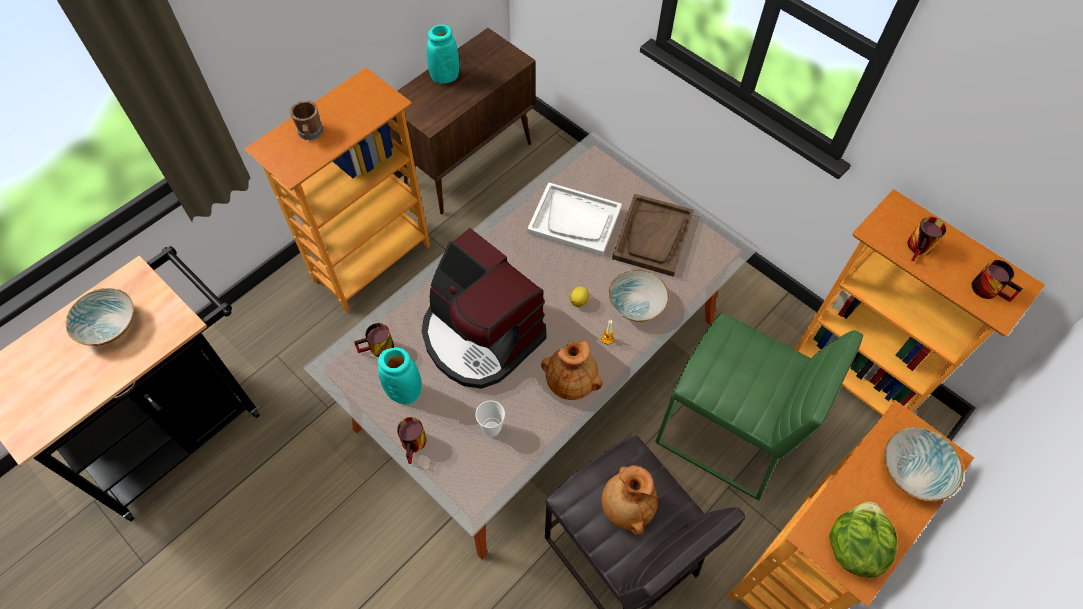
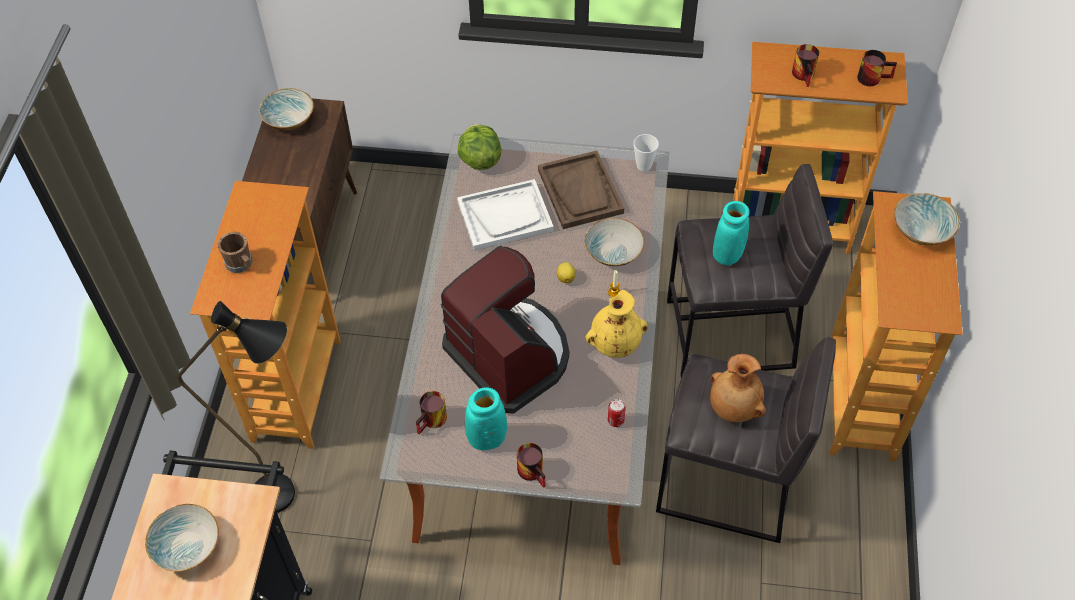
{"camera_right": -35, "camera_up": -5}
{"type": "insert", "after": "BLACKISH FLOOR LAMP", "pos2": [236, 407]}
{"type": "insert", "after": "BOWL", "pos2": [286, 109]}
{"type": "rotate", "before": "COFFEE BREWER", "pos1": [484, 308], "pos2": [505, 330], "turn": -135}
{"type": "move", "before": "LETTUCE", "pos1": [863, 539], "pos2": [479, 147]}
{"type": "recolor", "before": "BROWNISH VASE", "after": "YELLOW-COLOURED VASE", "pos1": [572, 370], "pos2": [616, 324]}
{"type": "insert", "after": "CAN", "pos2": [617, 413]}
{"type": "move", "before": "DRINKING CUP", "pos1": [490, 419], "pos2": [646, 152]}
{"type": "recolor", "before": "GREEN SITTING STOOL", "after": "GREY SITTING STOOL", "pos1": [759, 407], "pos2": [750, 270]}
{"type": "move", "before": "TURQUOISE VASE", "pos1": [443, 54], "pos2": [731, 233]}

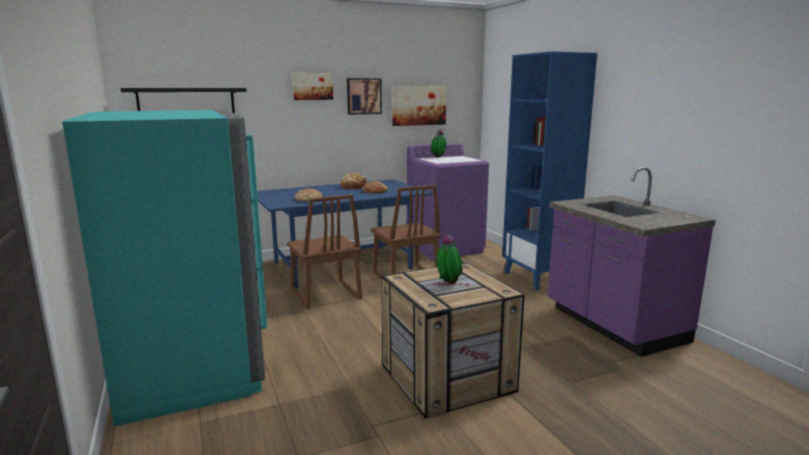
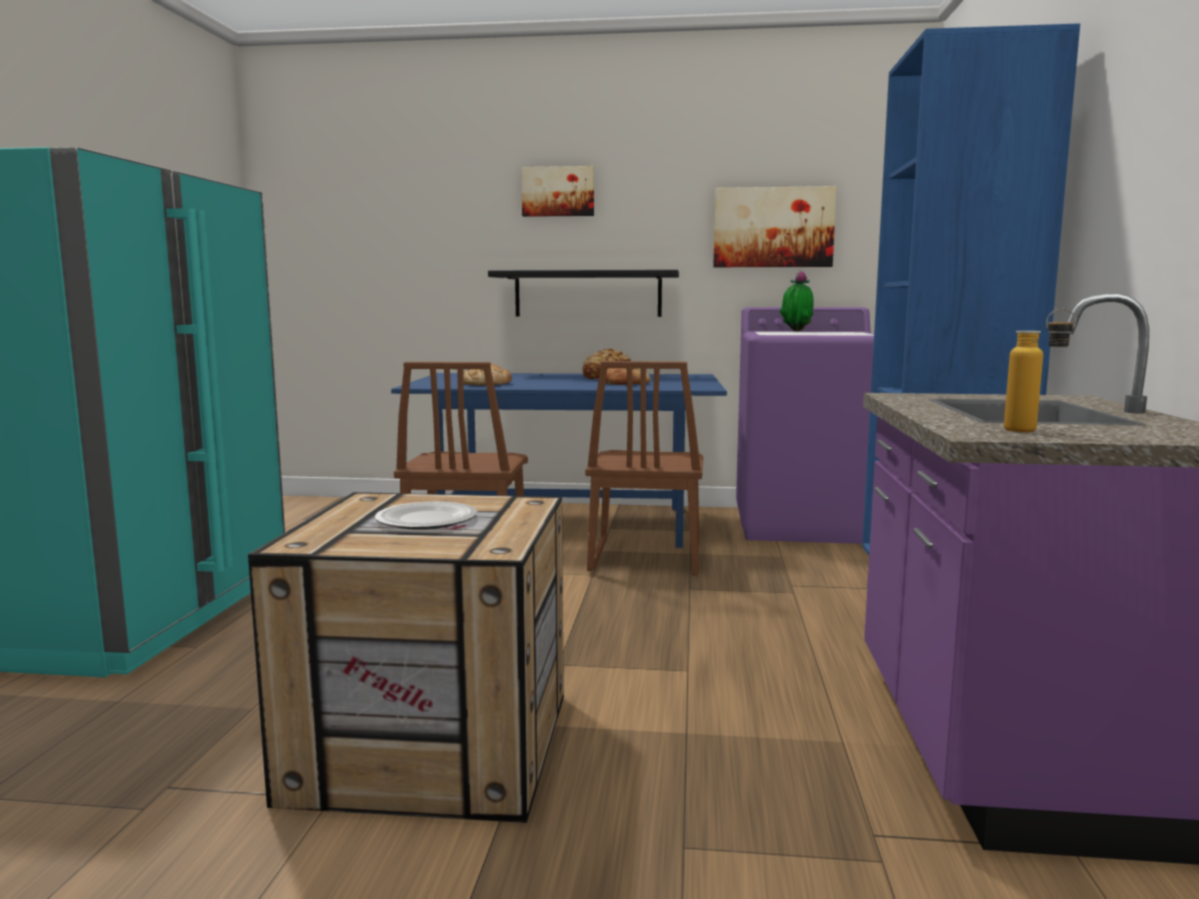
{"camera_right": 30, "camera_up": -5}
{"type": "replace", "before": "POTTED PLANT", "after": "DINNER PLATE", "pos1": [450, 259], "pos2": [426, 515]}
{"type": "move", "before": "BLACKISH WALL SHELF", "pos1": [183, 101], "pos2": [583, 293]}
{"type": "insert", "after": "BEVERAGE BOTTLE", "pos2": [1040, 370]}
{"type": "delete", "before": "PICTURE", "pos1": [364, 96]}

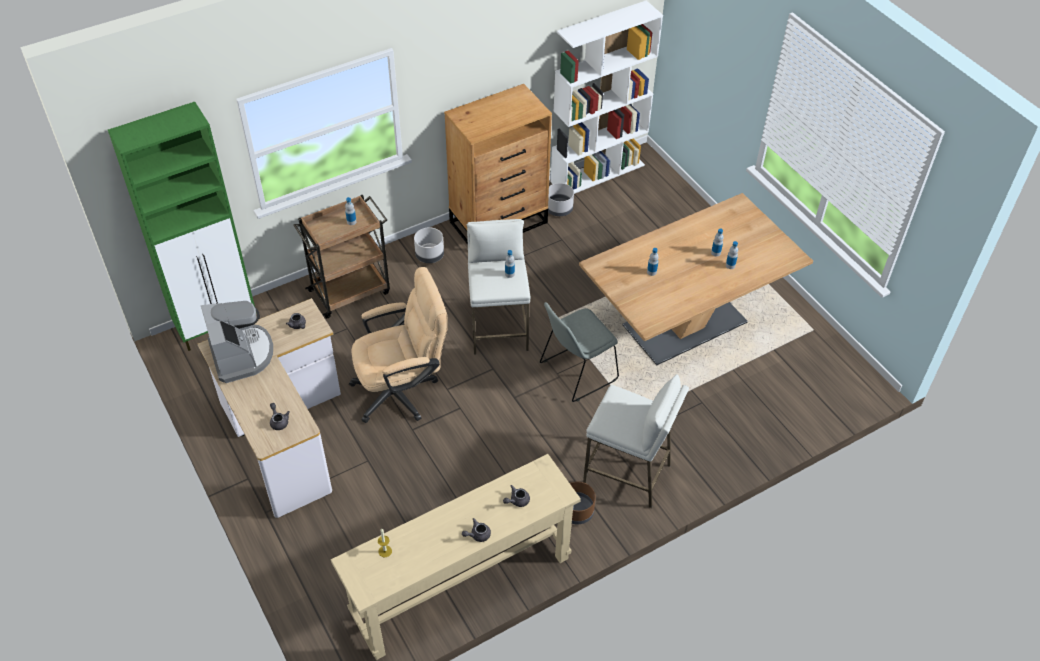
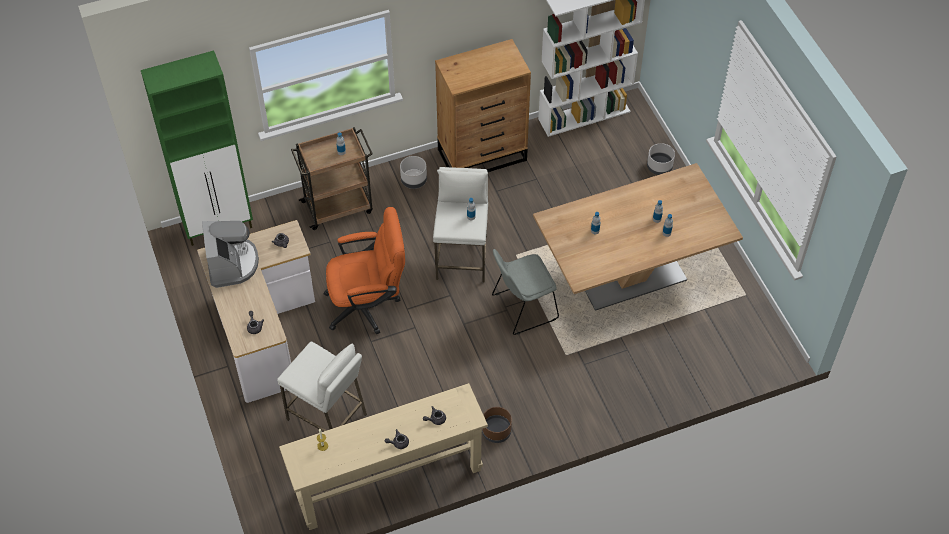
{"camera_right": 10, "camera_up": 5}
{"type": "move", "before": "WHITISH SITTING STOOL", "pos1": [636, 441], "pos2": [322, 387]}
{"type": "recolor", "before": "SAND-COLOURED COMPUTER CHAIR", "after": "ORANGE-COLOURED COMPUTER CHAIR", "pos1": [398, 345], "pos2": [364, 270]}
{"type": "move", "before": "GREY PLANTER", "pos1": [561, 199], "pos2": [661, 159]}

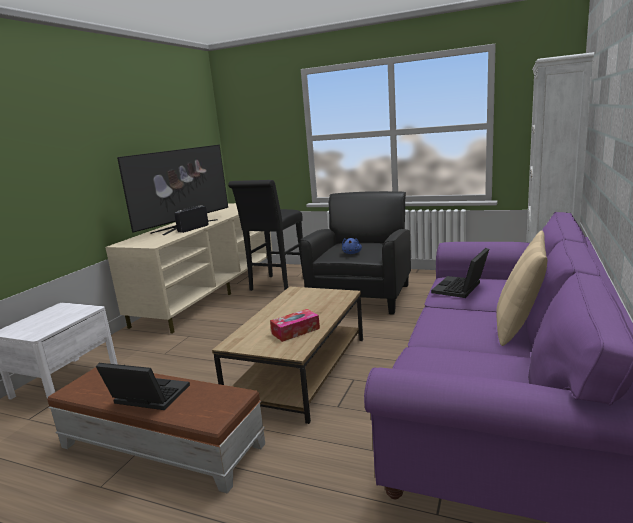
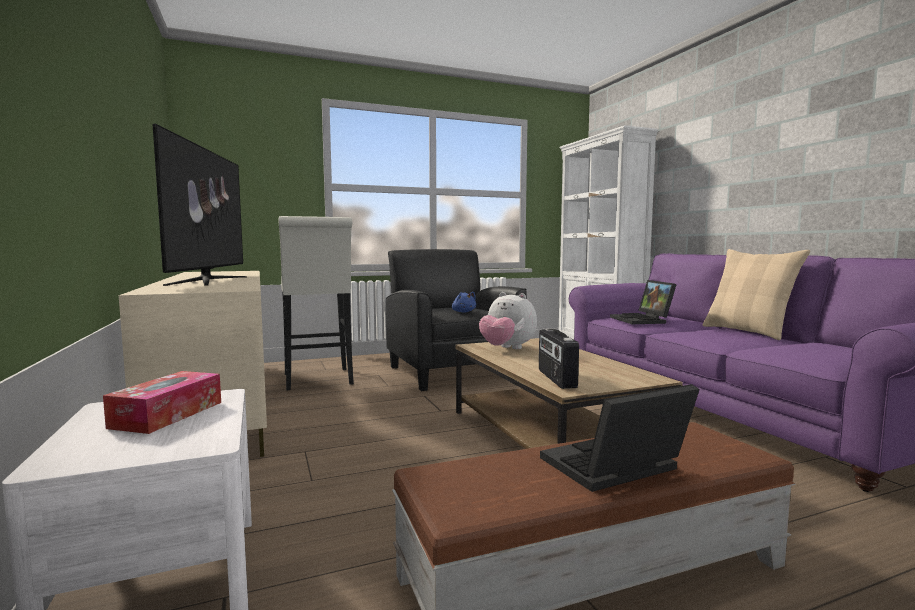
{"camera_right": -45, "camera_up": -10}
{"type": "move", "before": "TISSUE HOLDER", "pos1": [295, 325], "pos2": [162, 402]}
{"type": "recolor", "before": "BLACKISH SITTING STOOL", "after": "WHITISH SITTING STOOL", "pos1": [266, 235], "pos2": [316, 303]}
{"type": "insert", "after": "CUDDLY TOY", "pos2": [508, 320]}
{"type": "move", "before": "RADIO", "pos1": [191, 219], "pos2": [559, 359]}

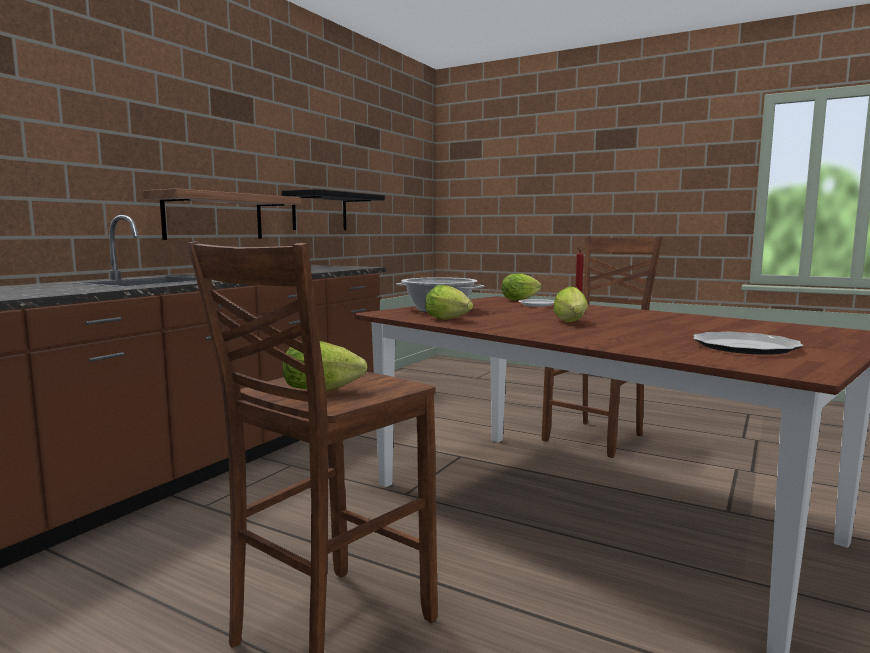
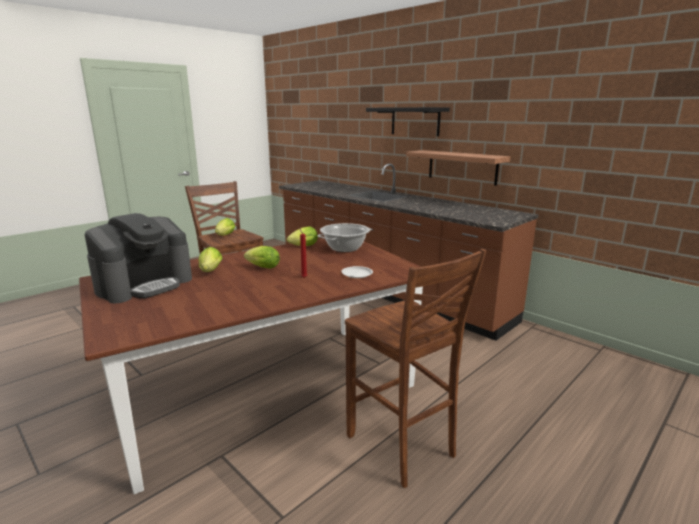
{"camera_right": 105, "camera_up": 10}
{"type": "replace", "before": "DINNER PLATE", "after": "COFFEE BREWER", "pos1": [748, 343], "pos2": [138, 258]}
{"type": "move", "before": "LETTUCE", "pos1": [521, 286], "pos2": [210, 259]}
{"type": "move", "before": "BLACKISH WALL SHELF", "pos1": [333, 209], "pos2": [408, 121]}

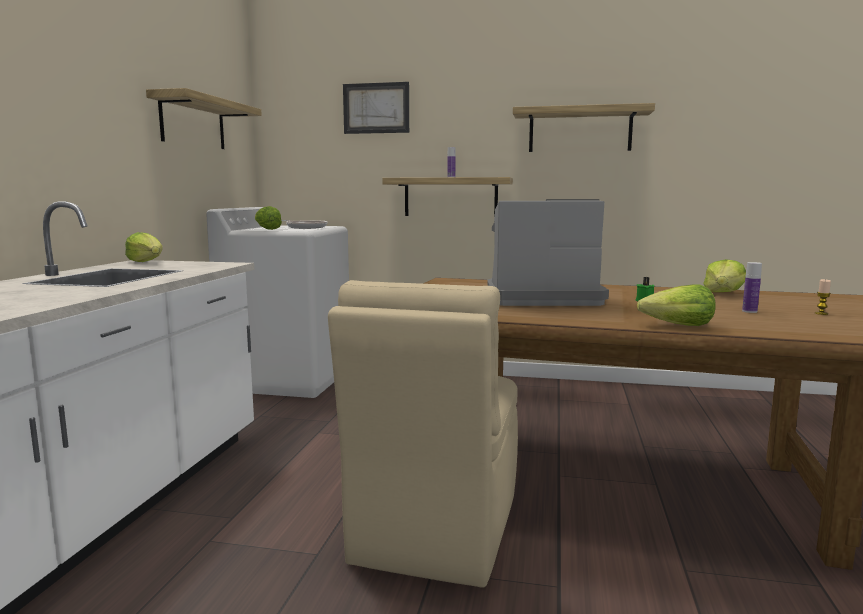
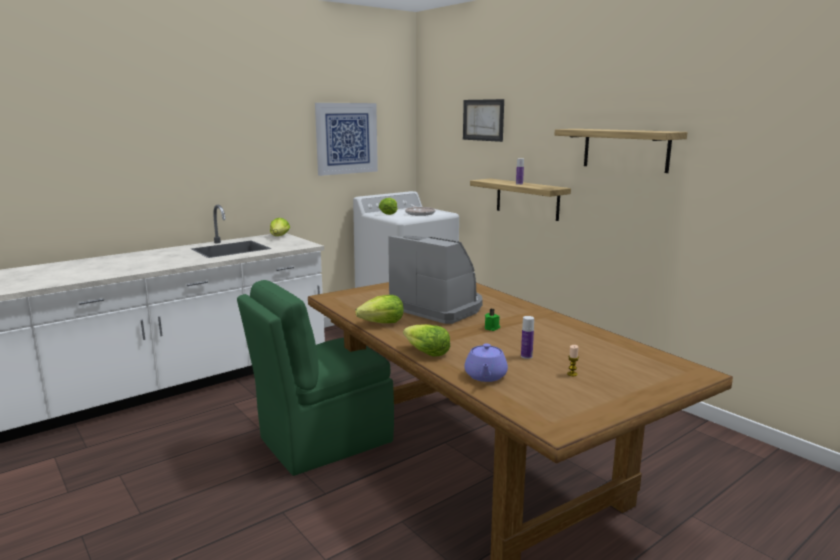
{"camera_right": 40, "camera_up": 5}
{"type": "recolor", "before": "SAND-COLOURED PLAIN CHAIR", "after": "GREEN PLAIN CHAIR", "pos1": [423, 434], "pos2": [315, 378]}
{"type": "replace", "before": "WALL SHELF", "after": "PICTURE", "pos1": [204, 118], "pos2": [346, 139]}
{"type": "move", "before": "LETTUCE", "pos1": [724, 275], "pos2": [379, 309]}
{"type": "insert", "after": "PURPLE POT FOR TEA", "pos2": [486, 362]}

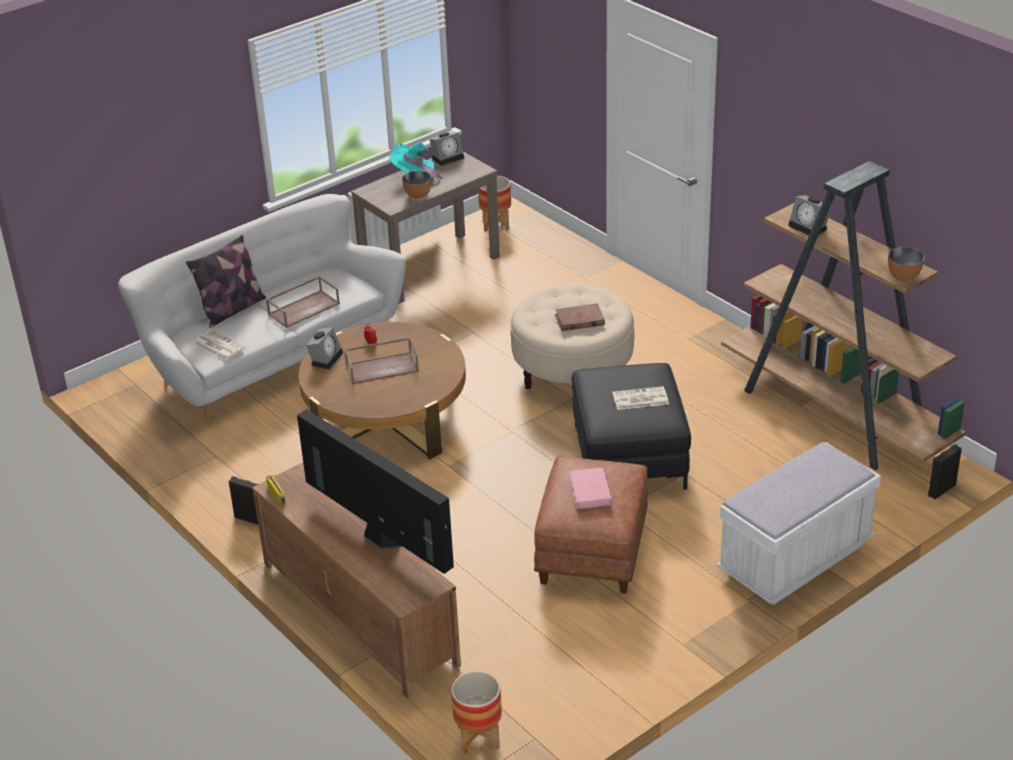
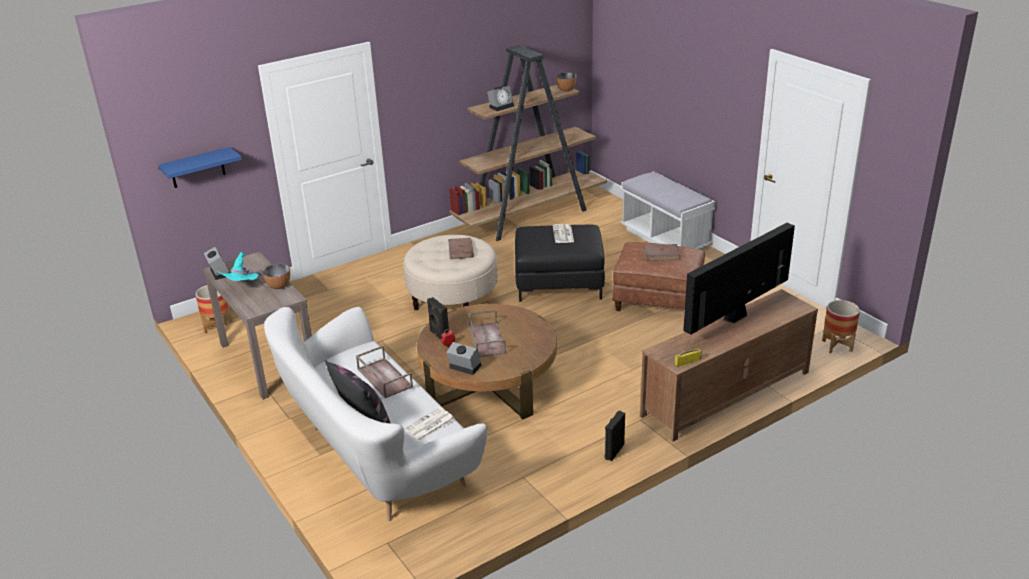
{"camera_right": -85, "camera_up": -5}
{"type": "insert", "after": "BLUISH WALL SHELF", "pos2": [200, 167]}
{"type": "move", "before": "BLACKISH LOUDSPEAKER", "pos1": [945, 471], "pos2": [438, 318]}
{"type": "recolor", "before": "PINK-COLOURED BOOK", "after": "BROWNISH BOOK", "pos1": [591, 488], "pos2": [662, 252]}

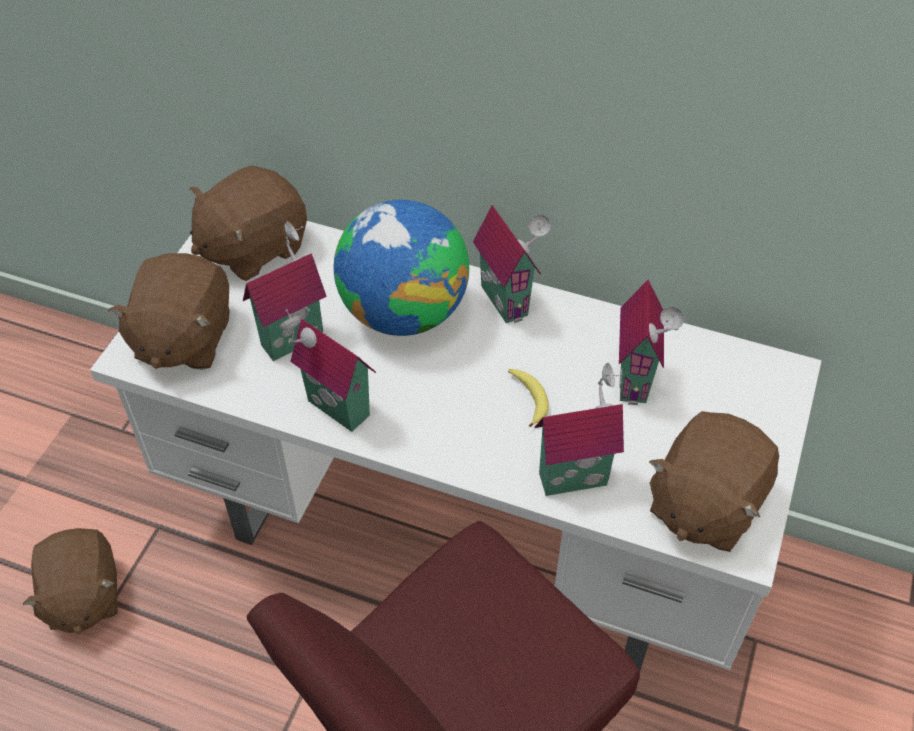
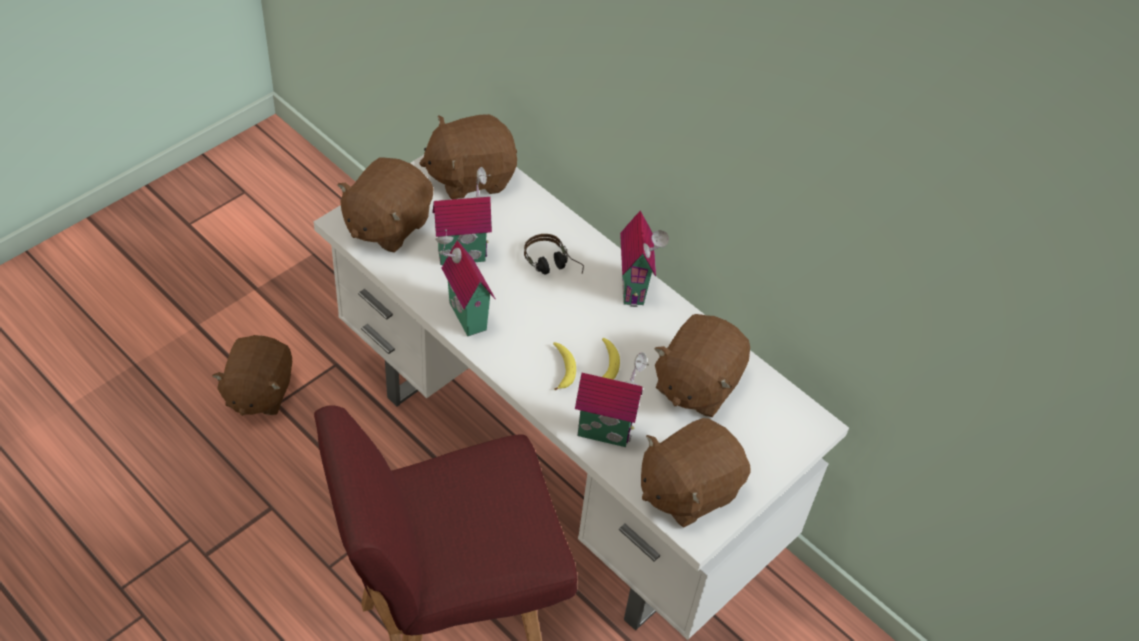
{"camera_right": 20, "camera_up": 0}
{"type": "replace", "before": "DESK GLOBE", "after": "HEADPHONES", "pos1": [401, 268], "pos2": [554, 254]}
{"type": "insert", "after": "BANANA FRUIT", "pos2": [564, 366]}
{"type": "replace", "before": "TOY HOUSE", "after": "BROWNISH CUDDLY TOY", "pos1": [651, 342], "pos2": [702, 365]}

